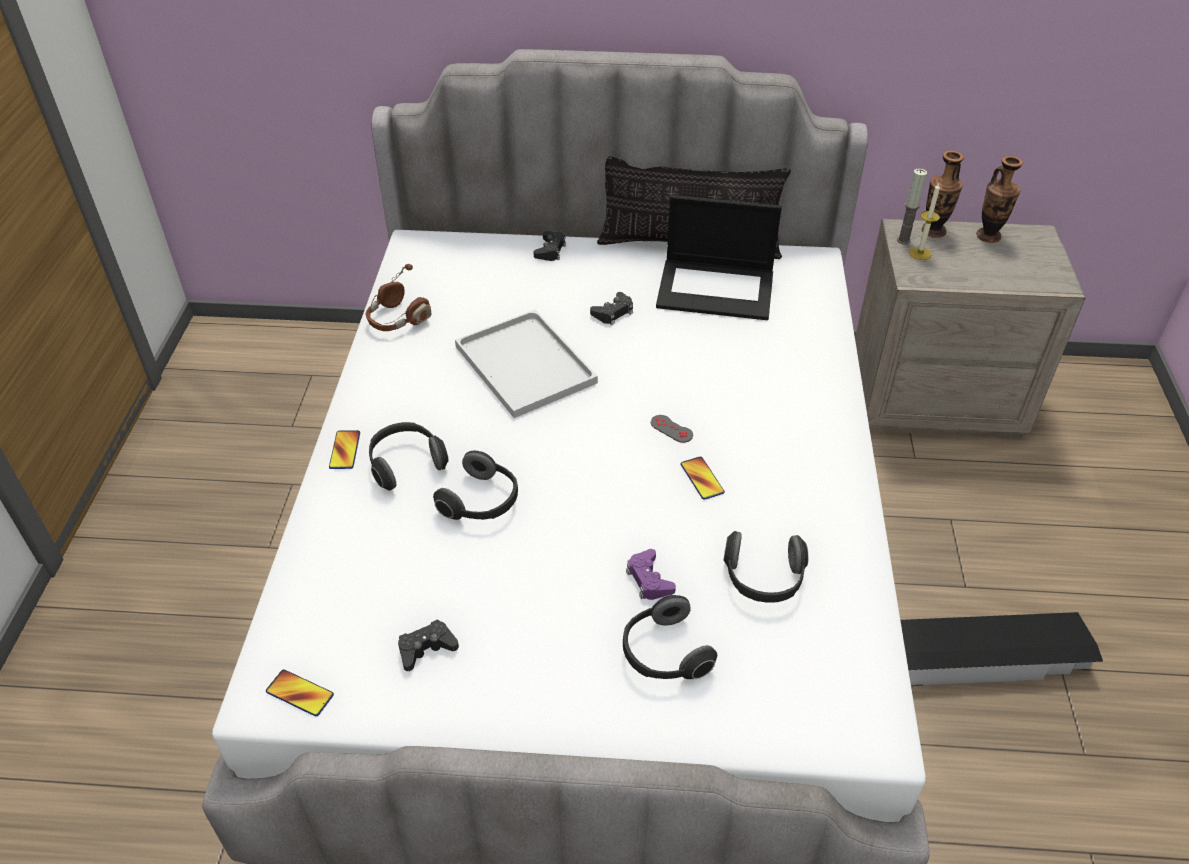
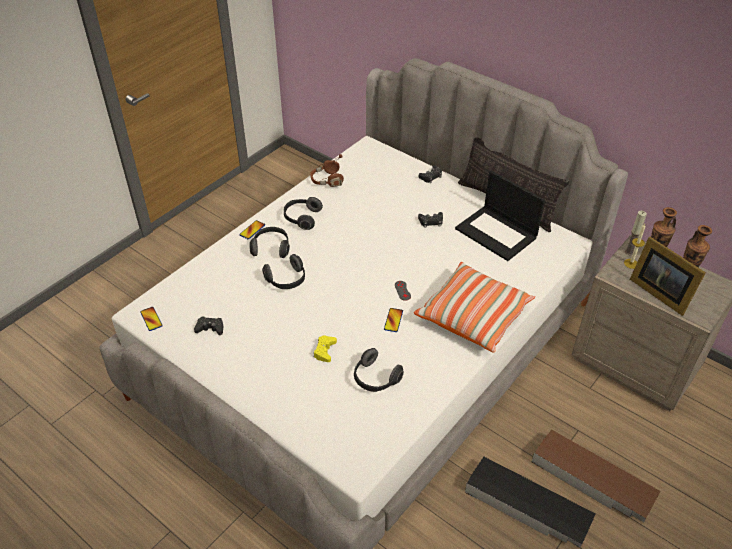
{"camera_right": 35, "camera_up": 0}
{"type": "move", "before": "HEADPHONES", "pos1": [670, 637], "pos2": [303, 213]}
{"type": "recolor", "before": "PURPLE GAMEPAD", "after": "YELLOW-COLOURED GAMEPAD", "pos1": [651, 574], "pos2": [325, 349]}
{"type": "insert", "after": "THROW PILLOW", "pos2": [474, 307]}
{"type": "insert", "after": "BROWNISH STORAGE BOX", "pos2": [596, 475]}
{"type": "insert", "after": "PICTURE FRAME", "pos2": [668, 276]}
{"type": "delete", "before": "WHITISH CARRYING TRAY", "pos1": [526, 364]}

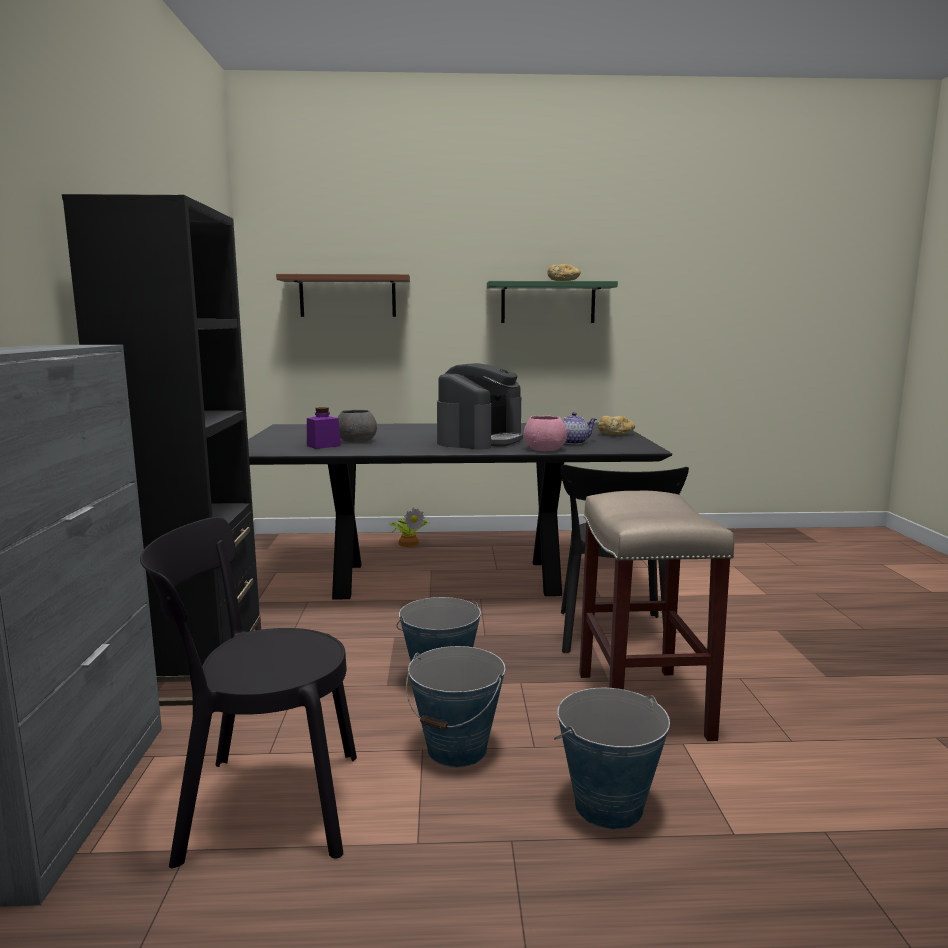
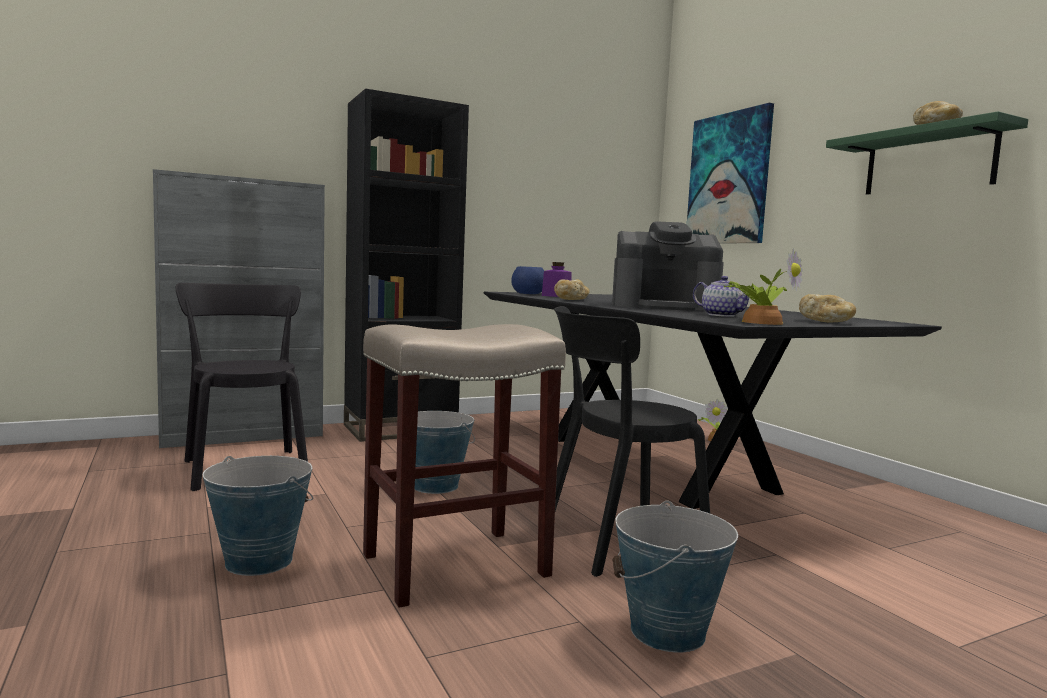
{"camera_right": 65, "camera_up": -5}
{"type": "insert", "after": "BLUISH BOWL", "pos2": [527, 280]}
{"type": "insert", "after": "BREAD", "pos2": [572, 289]}
{"type": "move", "before": "BUCKET", "pos1": [455, 706], "pos2": [675, 576]}
{"type": "replace", "before": "BROWNISH WALL SHELF", "after": "PICTURE", "pos1": [343, 295], "pos2": [730, 173]}
{"type": "insert", "after": "POTTED PLANT", "pos2": [763, 286]}
{"type": "delete", "before": "GREY BOWL", "pos1": [357, 426]}
{"type": "delete", "before": "PINK-COLOURED BOWL", "pos1": [545, 433]}

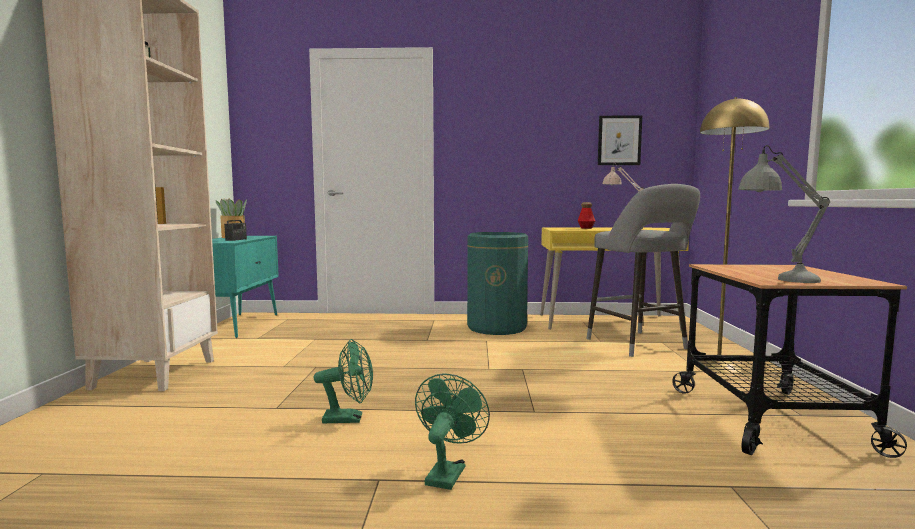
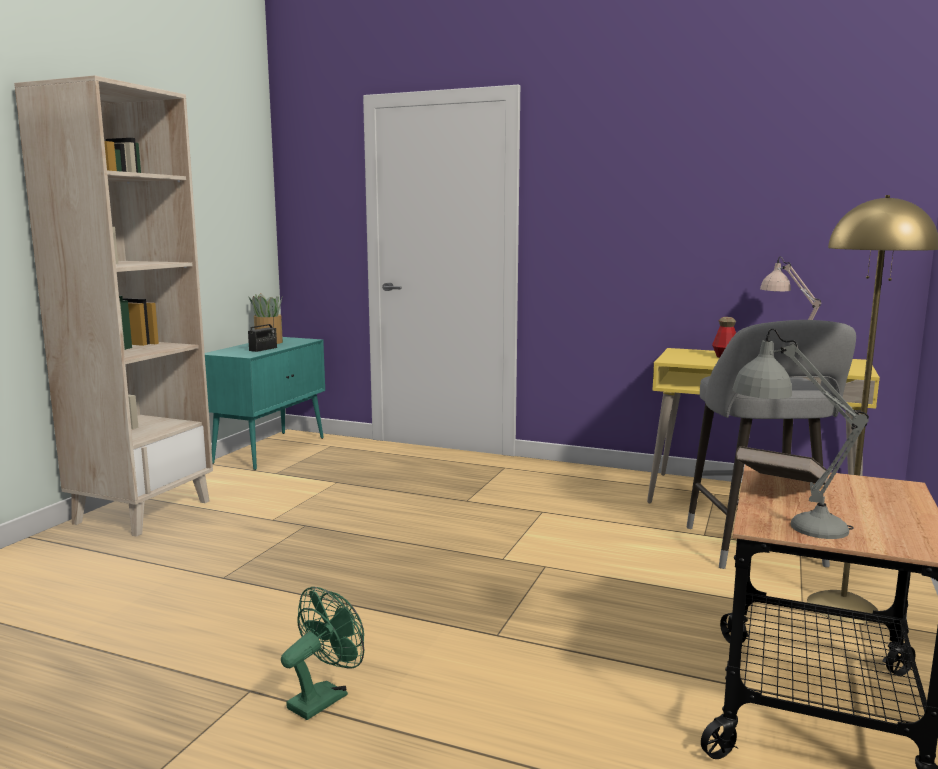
{"camera_right": 20, "camera_up": 5}
{"type": "insert", "after": "BROWNISH BOOK", "pos2": [782, 465]}
{"type": "delete", "before": "GREEN ELECTRIC FAN", "pos1": [343, 381]}
{"type": "delete", "before": "GREEN RUBBISH BIN", "pos1": [497, 283]}
{"type": "delete", "before": "PICTURE", "pos1": [620, 140]}

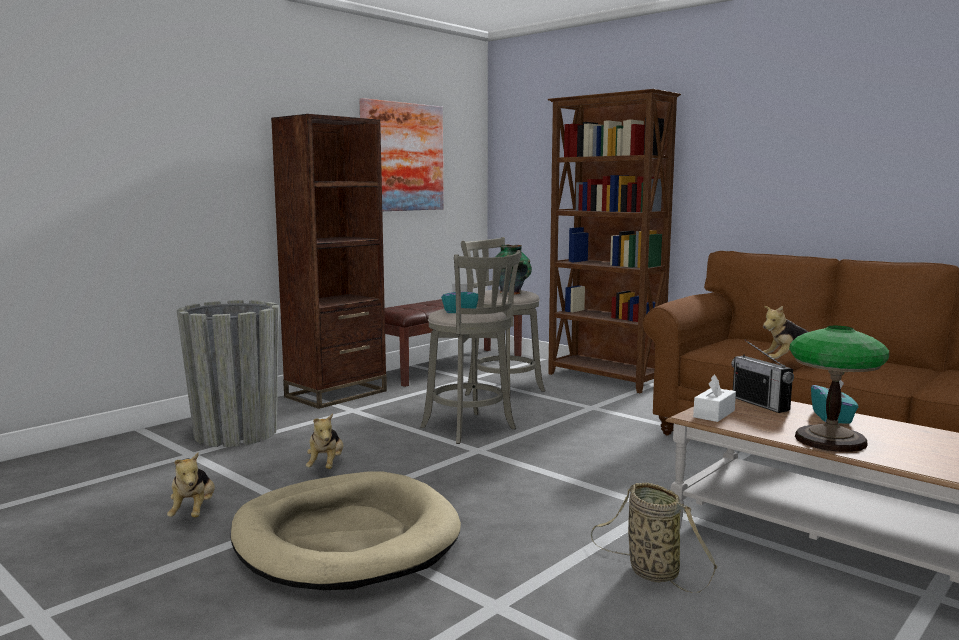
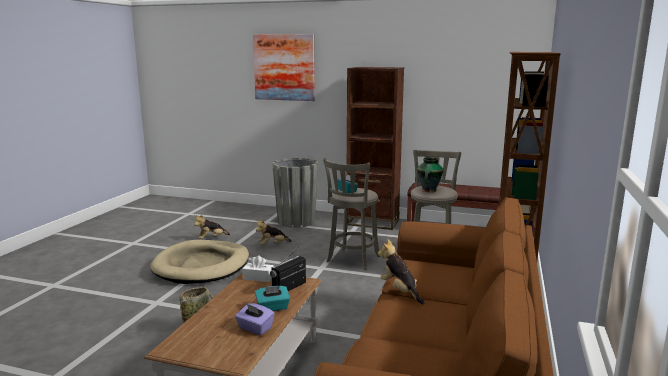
{"camera_right": 65, "camera_up": 5}
{"type": "insert", "after": "PURPLE TISSUE HOLDER", "pos2": [255, 319]}
{"type": "move", "before": "PICTURE", "pos1": [401, 154], "pos2": [284, 67]}
{"type": "delete", "before": "TABLETOP LAMP", "pos1": [839, 389]}

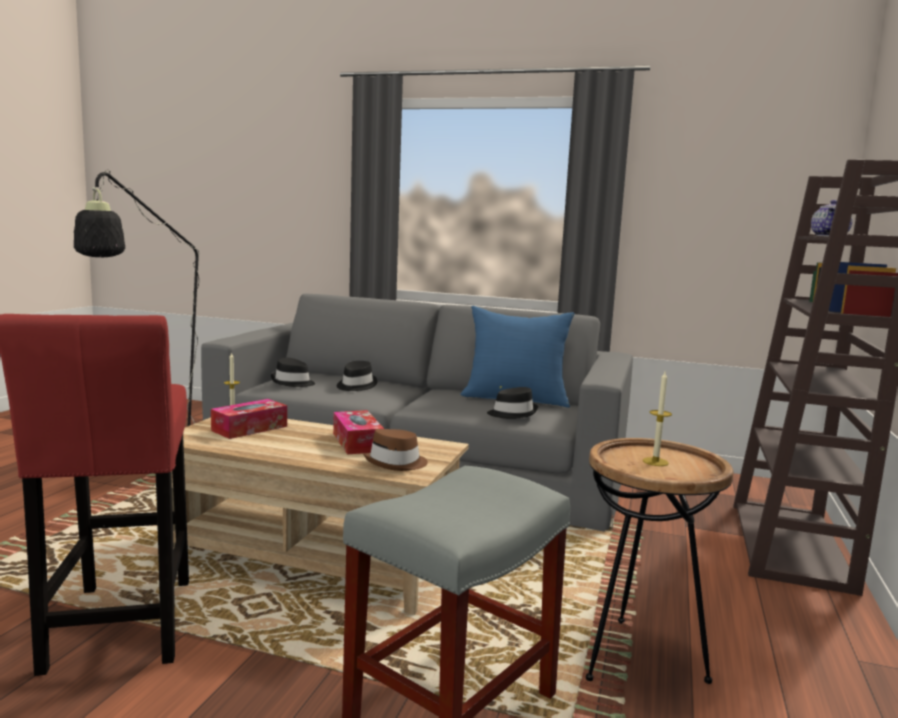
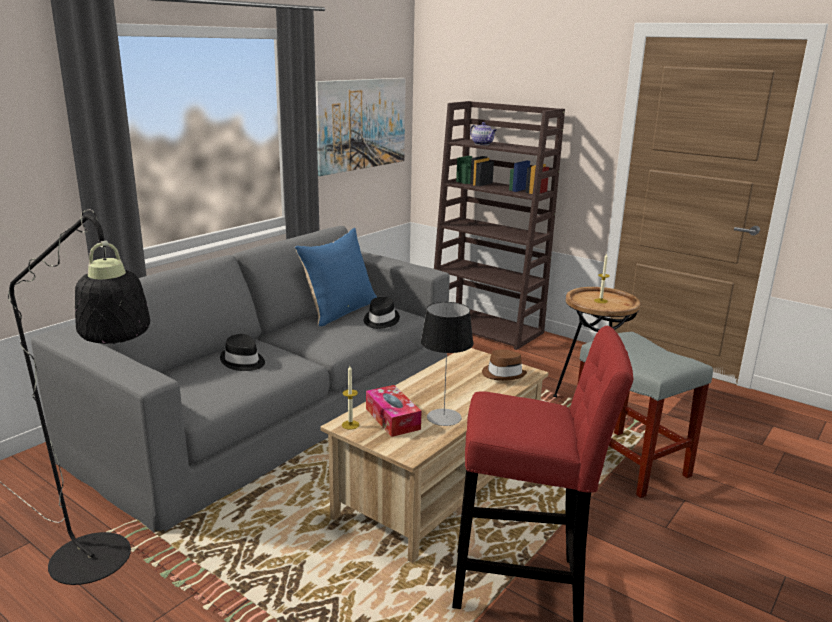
{"camera_right": -70, "camera_up": 10}
{"type": "insert", "after": "PICTURE", "pos2": [360, 127]}
{"type": "insert", "after": "TABLETOP LAMP", "pos2": [447, 364]}
{"type": "delete", "before": "BLACKISH CLOTHING HAT", "pos1": [293, 372]}
{"type": "delete", "before": "TISSUE HOLDER", "pos1": [358, 432]}

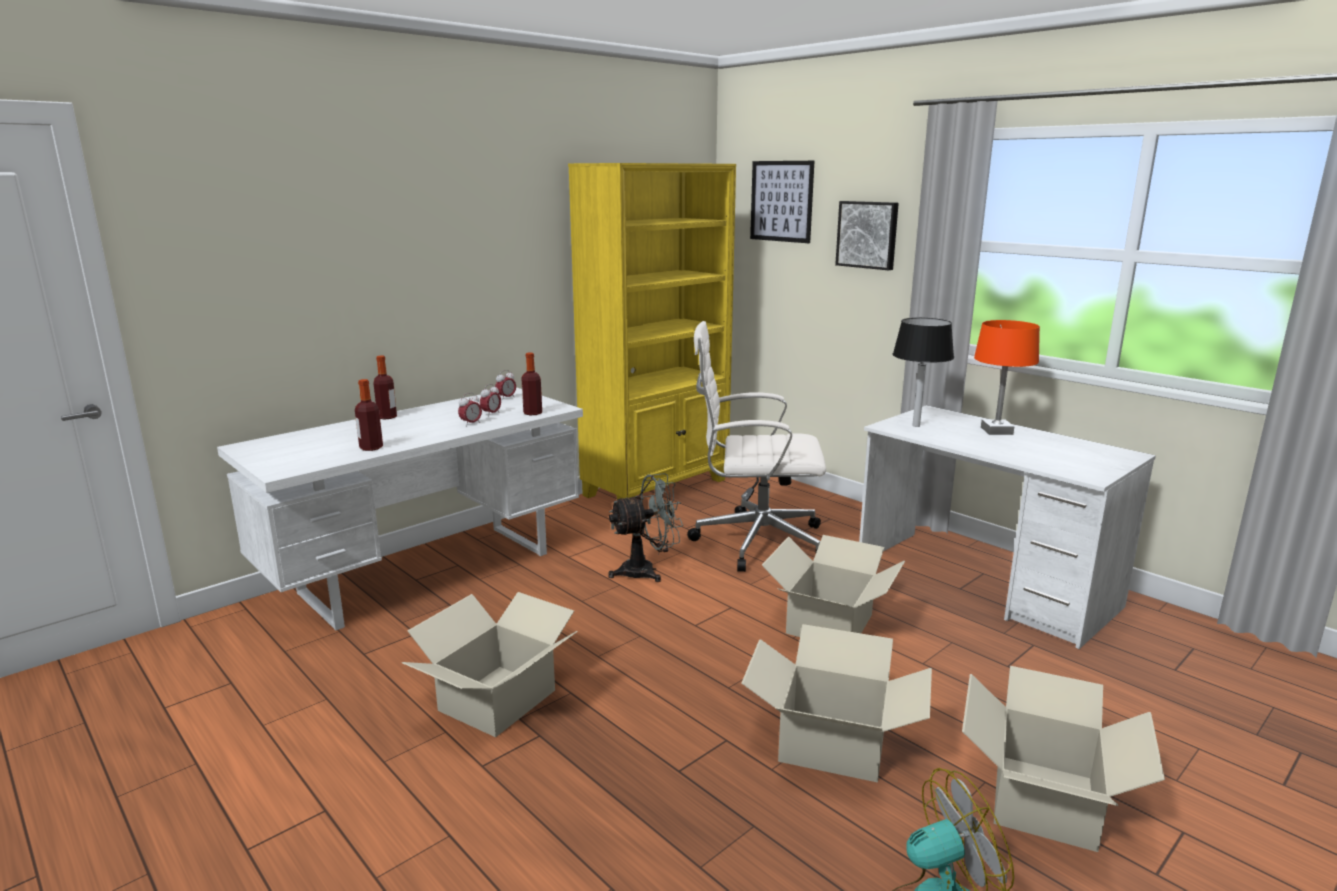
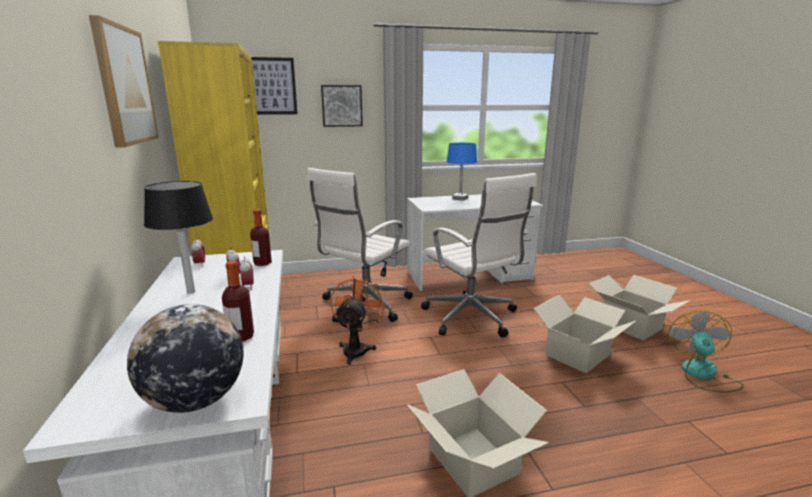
{"camera_right": -60, "camera_up": 0}
{"type": "insert", "after": "PICTURE", "pos2": [124, 81]}
{"type": "insert", "after": "DESK GLOBE", "pos2": [185, 358]}
{"type": "move", "before": "BLACKISH TABLETOP LAMP", "pos1": [923, 372], "pos2": [178, 237]}
{"type": "recolor", "before": "GREY ELECTRIC FAN", "after": "ORANGE-COLOURED ELECTRIC FAN", "pos1": [645, 527], "pos2": [358, 320]}
{"type": "replace", "before": "CARTON", "after": "WHITISH COMPUTER CHAIR", "pos1": [833, 586], "pos2": [479, 255]}
{"type": "recolor", "before": "ORANGE-COLOURED TABLETOP LAMP", "after": "BLUISH TABLETOP LAMP", "pos1": [1007, 377], "pos2": [462, 172]}
{"type": "delete", "before": "BEVERAGE BOTTLE", "pos1": [385, 387]}

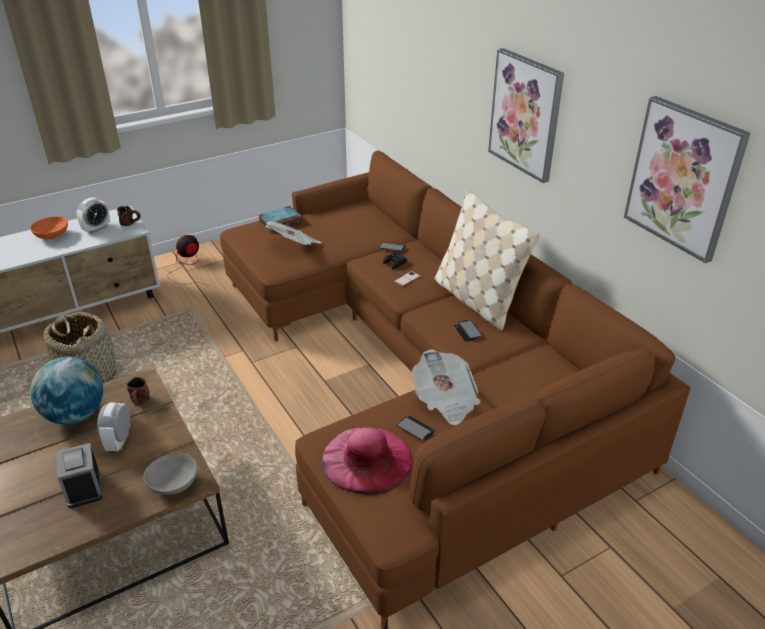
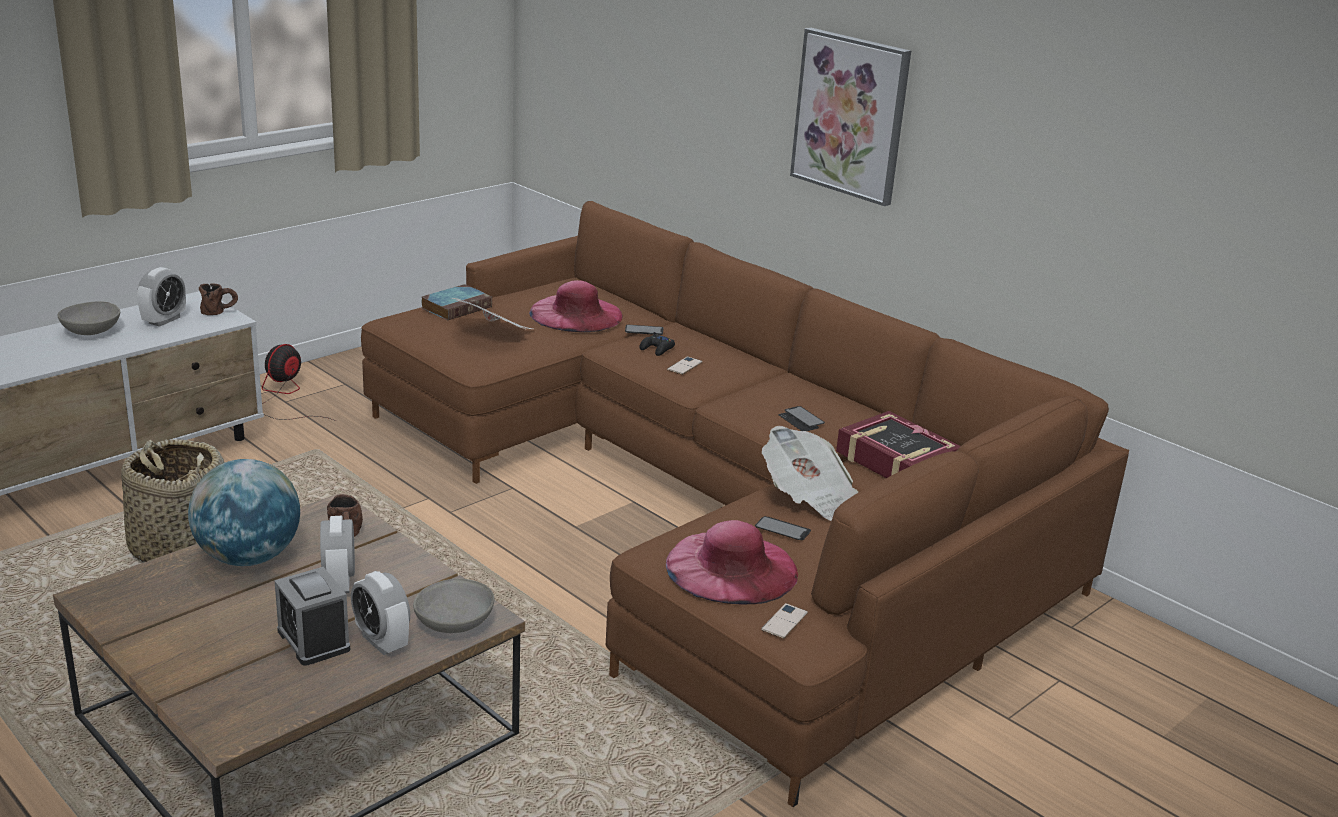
{"camera_right": -15, "camera_up": -10}
{"type": "recolor", "before": "ORANGE-COLOURED BOWL", "after": "GREY BOWL", "pos1": [49, 227], "pos2": [89, 318]}
{"type": "insert", "after": "ALARM CLOCK", "pos2": [380, 613]}
{"type": "insert", "after": "PINK-COLOURED CLOTHING HAT", "pos2": [576, 306]}
{"type": "insert", "after": "HANDSET", "pos2": [784, 621]}
{"type": "insert", "after": "BOOK", "pos2": [898, 444]}
{"type": "delete", "before": "SAND-COLOURED THROW PILLOW", "pos1": [487, 260]}
{"type": "delete", "before": "PICTURE", "pos1": [687, 179]}

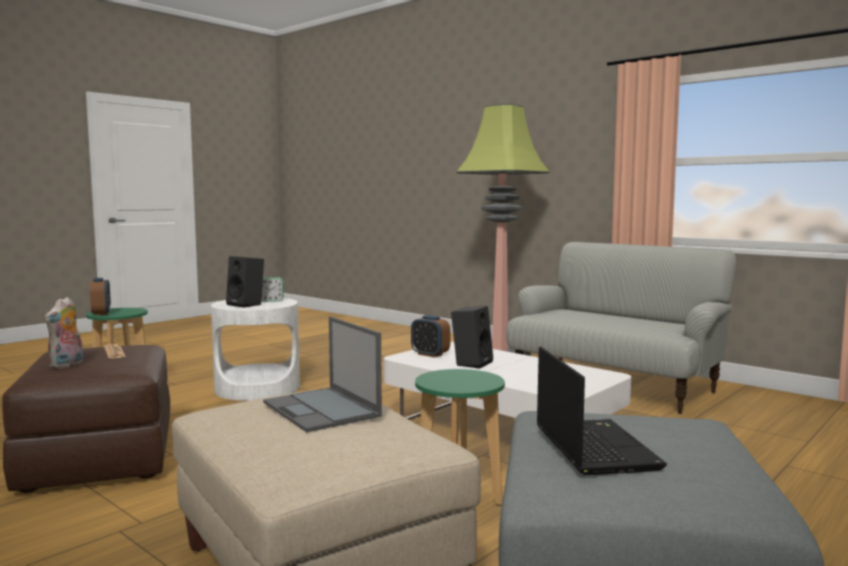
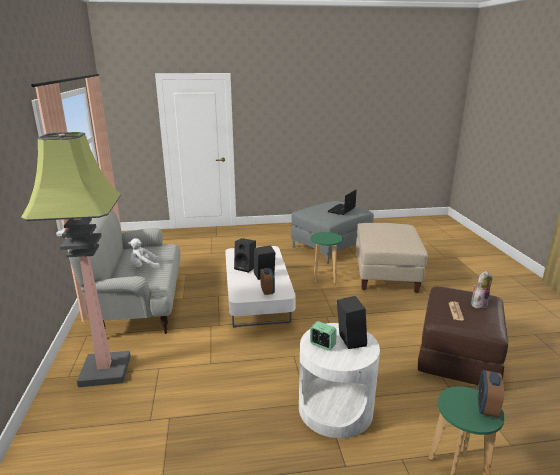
{"camera_right": -140, "camera_up": 15}
{"type": "insert", "after": "WHITISH CUDDLY TOY", "pos2": [144, 253]}
{"type": "insert", "after": "BLACKISH LOUDSPEAKER", "pos2": [245, 255]}
{"type": "delete", "before": "PORTABLE COMPUTER", "pos1": [322, 374]}

